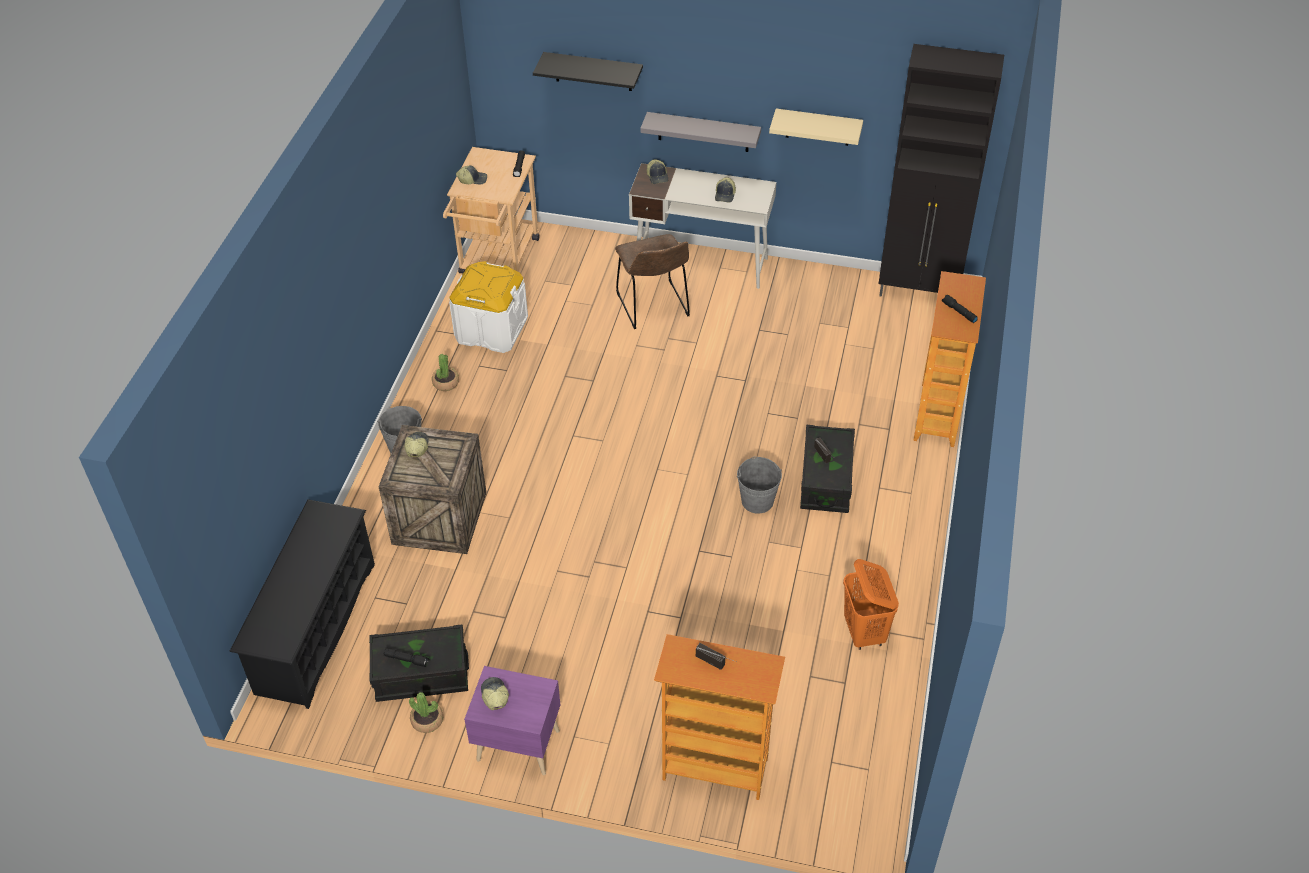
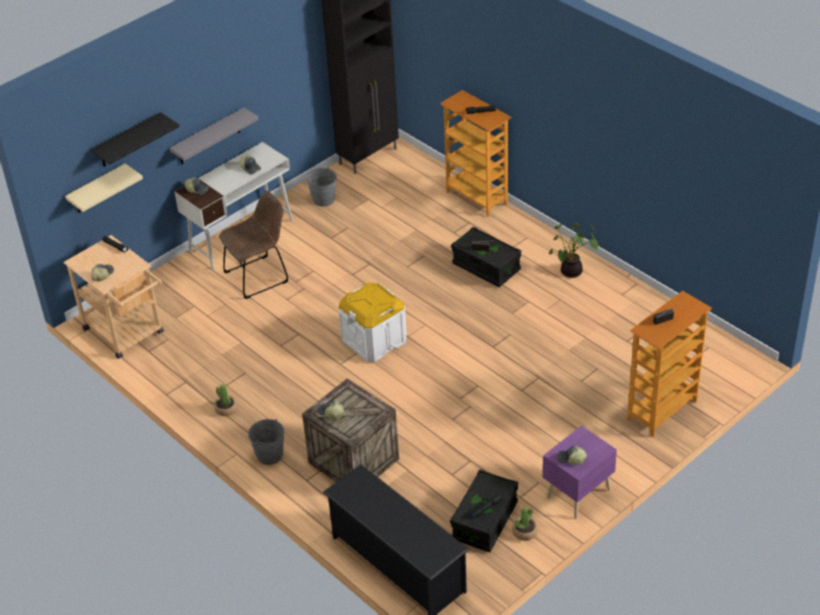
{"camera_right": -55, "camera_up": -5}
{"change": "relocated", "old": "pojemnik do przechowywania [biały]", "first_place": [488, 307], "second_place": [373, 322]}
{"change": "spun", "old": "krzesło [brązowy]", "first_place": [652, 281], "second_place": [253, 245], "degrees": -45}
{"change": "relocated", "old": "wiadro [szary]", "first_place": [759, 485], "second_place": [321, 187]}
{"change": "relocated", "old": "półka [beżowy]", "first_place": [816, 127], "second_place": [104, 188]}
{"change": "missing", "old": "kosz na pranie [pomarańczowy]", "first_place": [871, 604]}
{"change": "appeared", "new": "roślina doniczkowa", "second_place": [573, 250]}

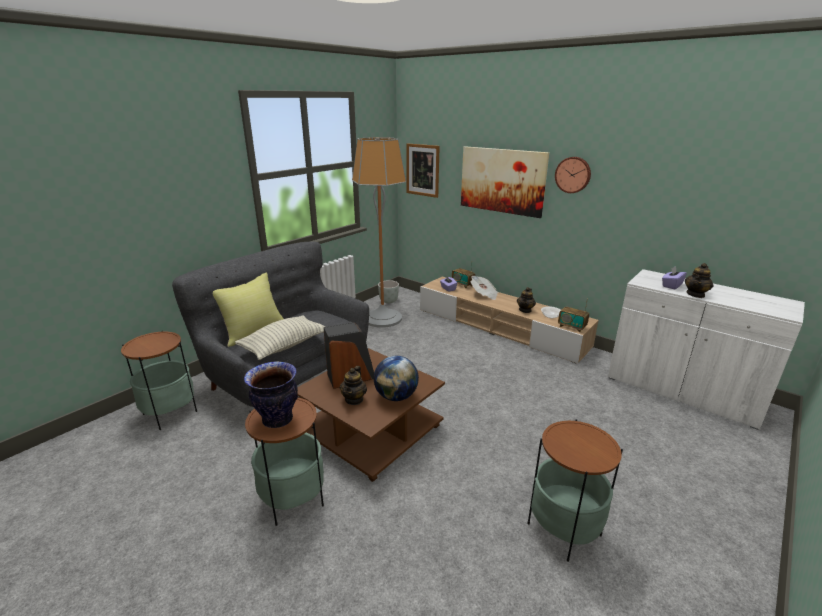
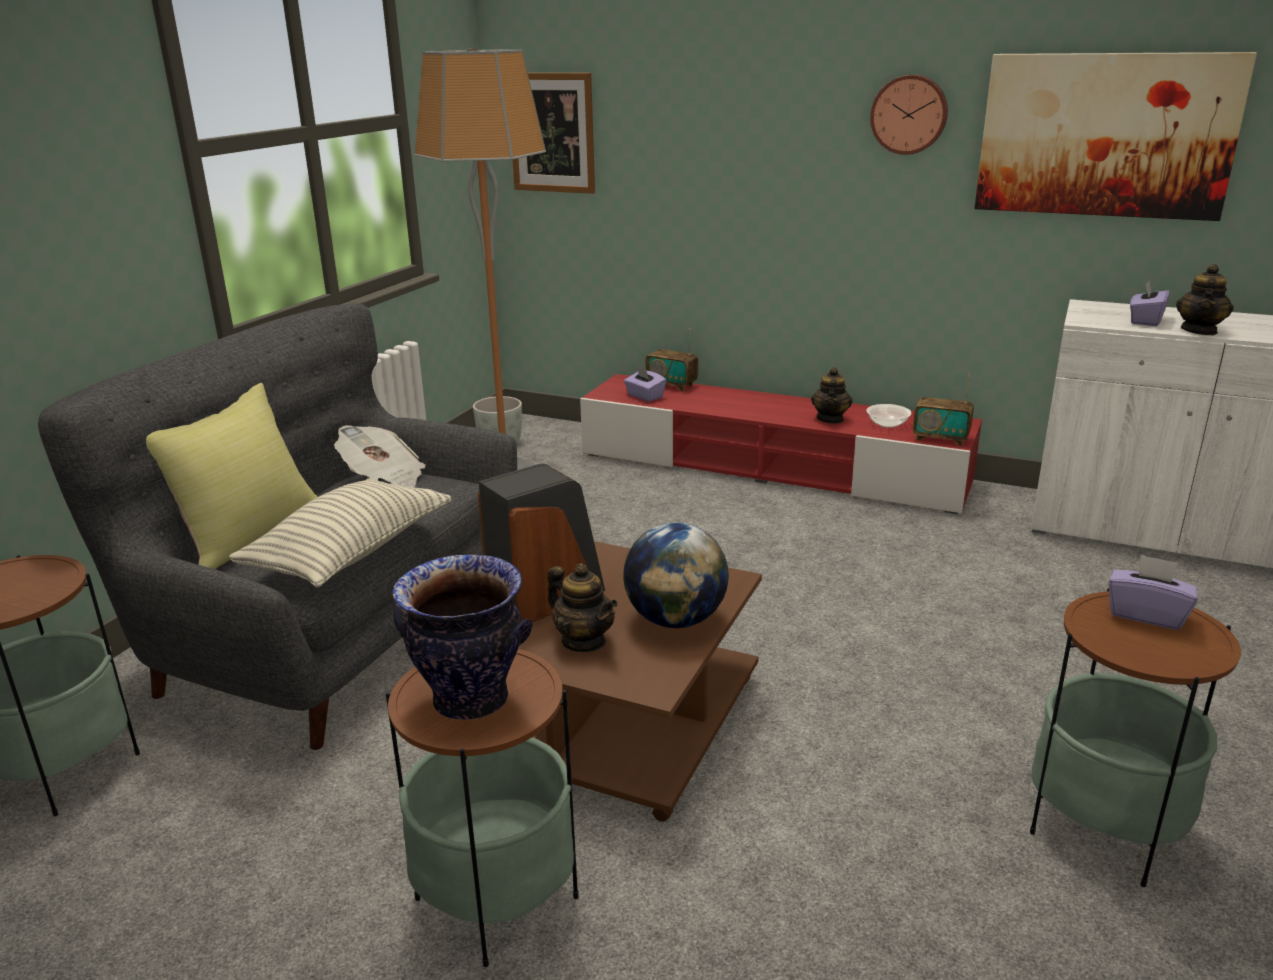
{"camera_right": -15, "camera_up": 0}
{"change": "spun", "old": "imbryk", "first_place": [353, 385], "second_place": [582, 607], "degrees": -45}
{"change": "colour", "old": "szafka pod telewizor [beżowy]", "new": "szafka pod telewizor [czerwony]", "first_place": [509, 320], "second_place": [781, 444]}
{"change": "relocated", "old": "obraz", "first_place": [505, 182], "second_place": [1115, 136]}
{"change": "relocated", "old": "gazeta", "first_place": [485, 288], "second_place": [380, 456]}
{"change": "appeared", "new": "pudełko chusteczek [fioletowy]", "second_place": [1152, 592]}

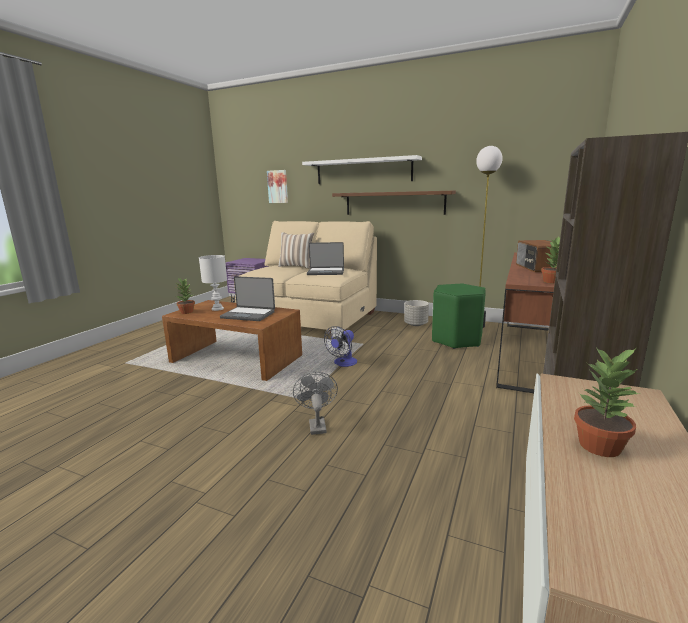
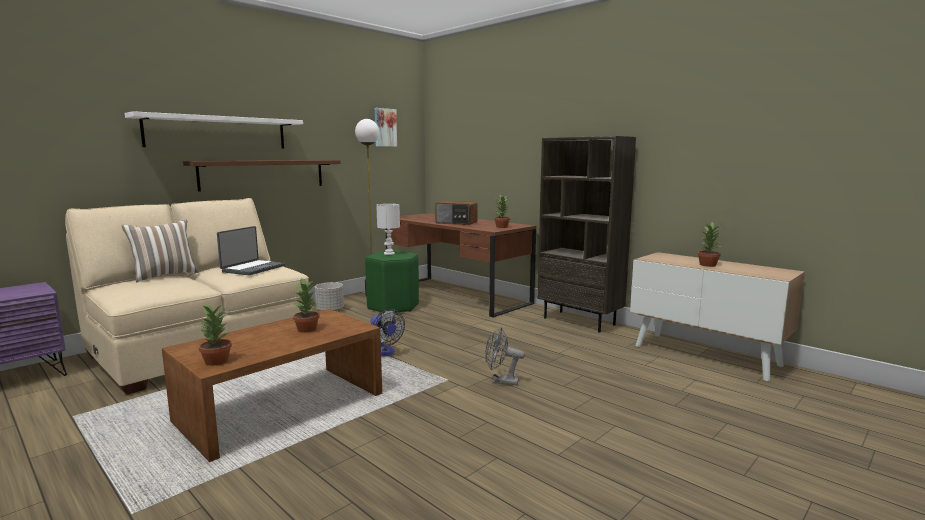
{"camera_right": -70, "camera_up": -5}
{"change": "relocated", "old": "lampa stołowa [biały]", "first_place": [213, 283], "second_place": [388, 229]}
{"change": "exchanged", "old": "laptop", "new": "roślina doniczkowa", "first_place": [247, 298], "second_place": [306, 305]}
{"change": "relocated", "old": "obraz", "first_place": [277, 186], "second_place": [386, 127]}

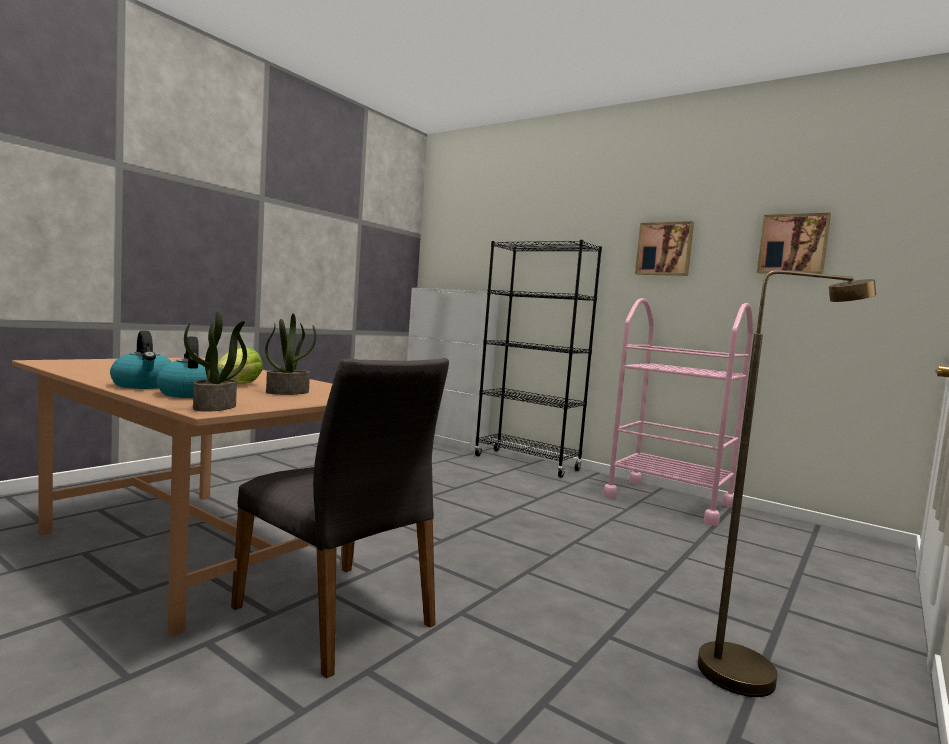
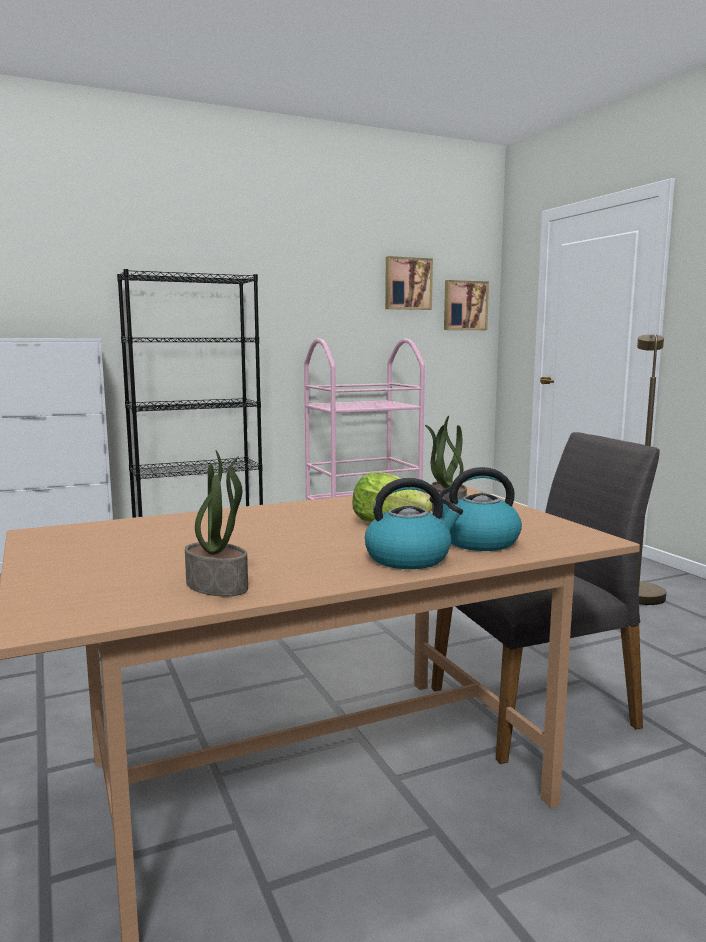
{"camera_right": -60, "camera_up": 5}
{"change": "relocated", "old": "roślina doniczkowa", "first_place": [215, 361], "second_place": [216, 523]}
{"change": "relocated", "old": "obraz", "first_place": [664, 248], "second_place": [466, 305]}

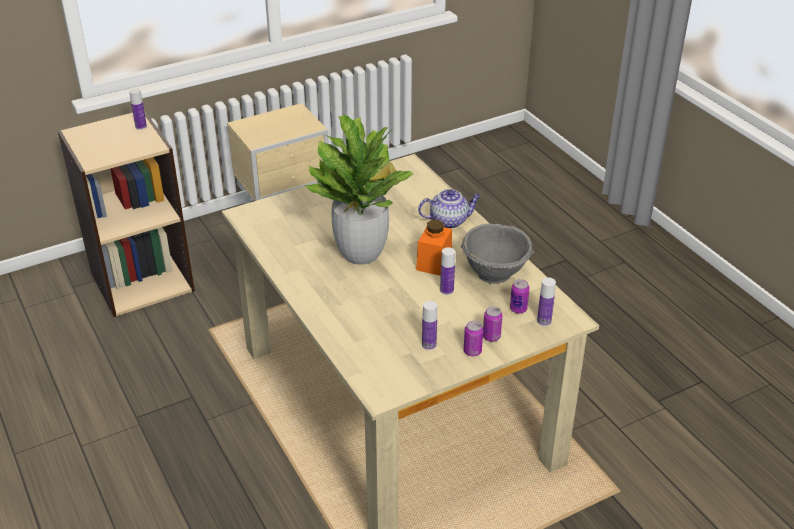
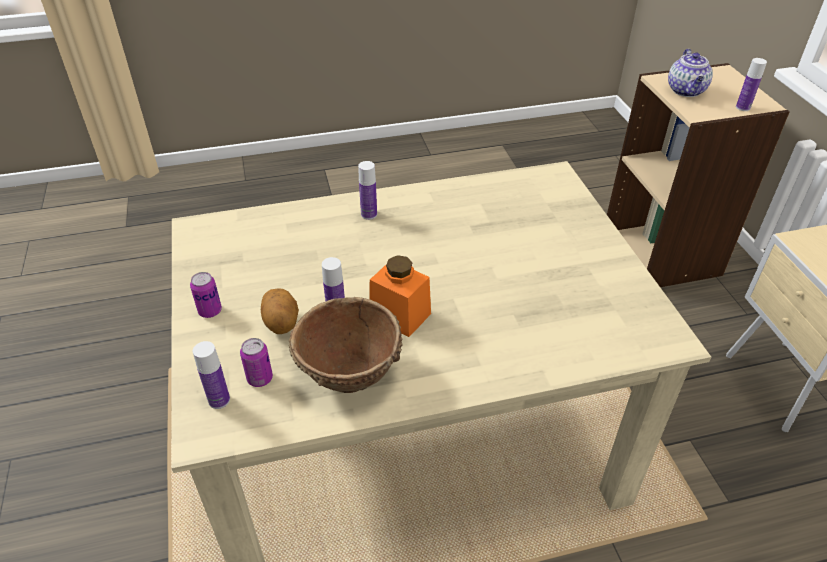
{"camera_right": 105, "camera_up": 5}
{"change": "missing", "old": "roślina doniczkowa", "first_place": [358, 190]}
{"change": "relocated", "old": "imbryk", "first_place": [449, 209], "second_place": [690, 73]}
{"change": "relocated", "old": "butelka", "first_place": [429, 325], "second_place": [367, 190]}
{"change": "colour", "old": "miska [szary]", "new": "miska [brązowy]", "first_place": [497, 254], "second_place": [346, 345]}
{"change": "missing", "old": "puszka", "first_place": [492, 324]}
{"change": "appeared", "new": "ziemniak", "second_place": [280, 311]}

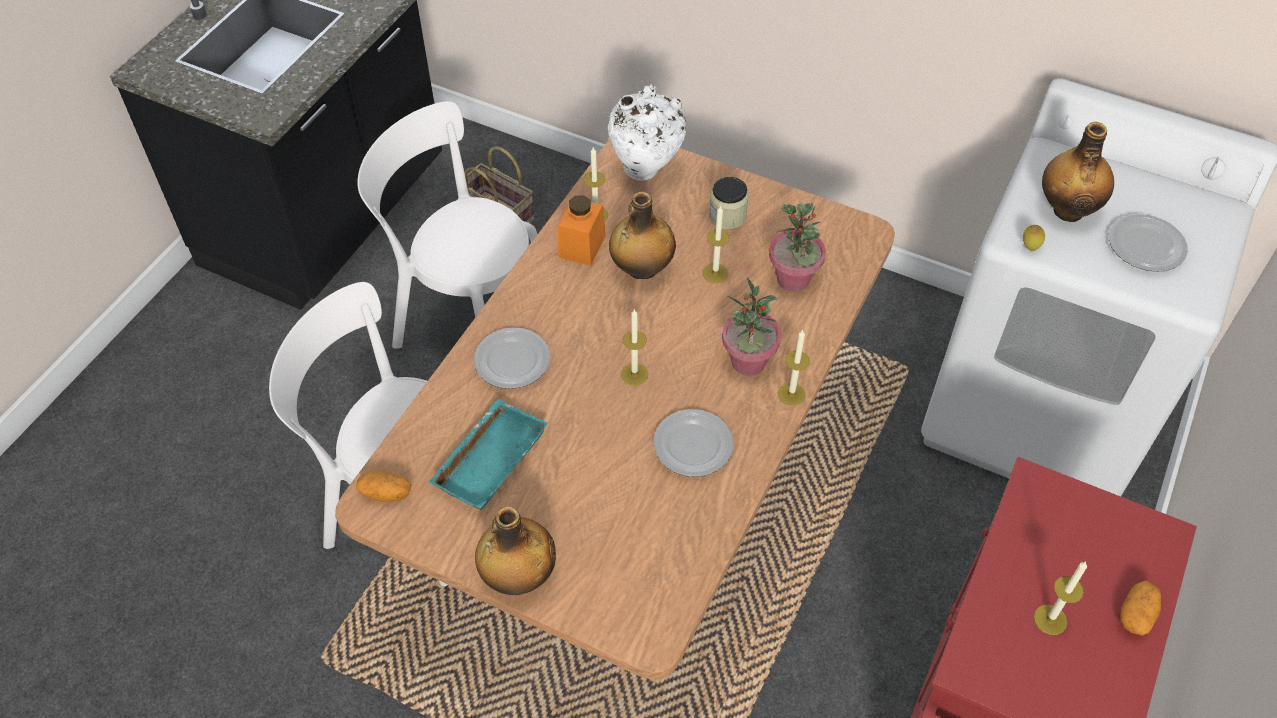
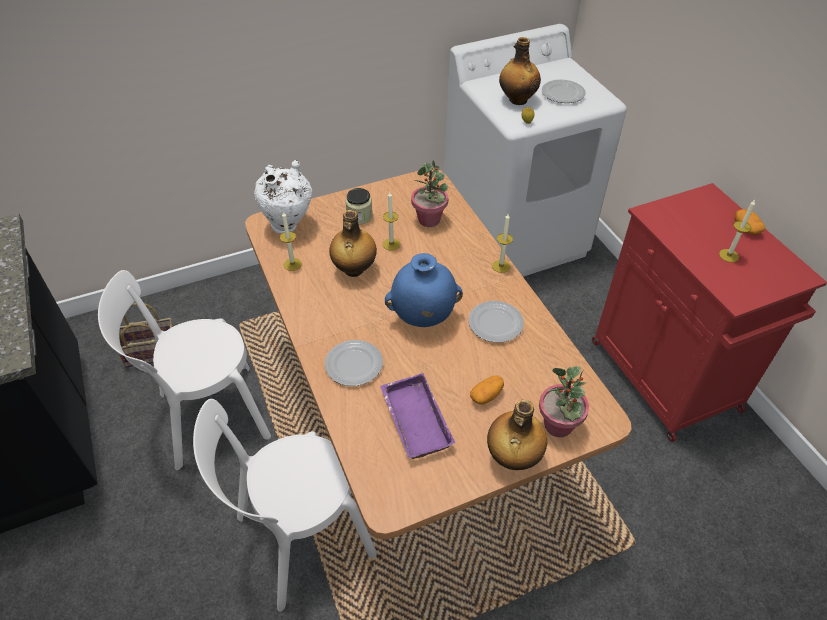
{"camera_right": -50, "camera_up": -5}
{"change": "relocated", "old": "ziemniak", "first_place": [384, 487], "second_place": [487, 390]}
{"change": "colour", "old": "taca [turkusowy]", "new": "taca [fioletowy]", "first_place": [488, 454], "second_place": [417, 416]}
{"change": "missing", "old": "słoik [pomarańczowy]", "first_place": [582, 230]}
{"change": "exchanged", "old": "świeca", "new": "wazon [niebieski]", "first_place": [634, 347], "second_place": [424, 290]}
{"change": "relocated", "old": "roślina doniczkowa", "first_place": [752, 326], "second_place": [564, 401]}

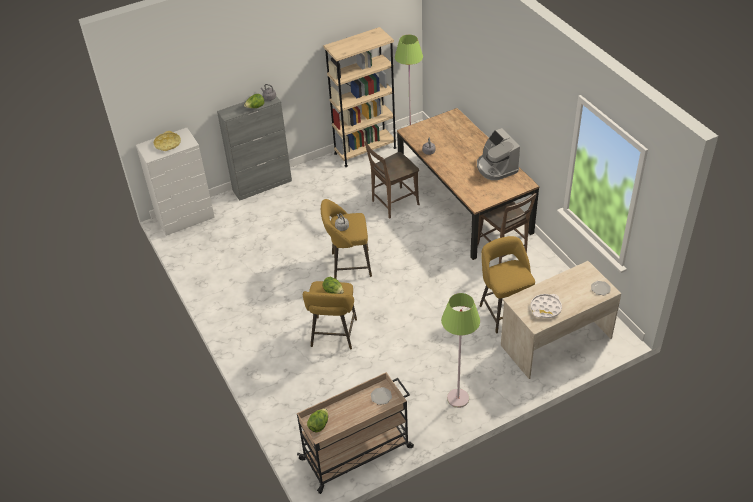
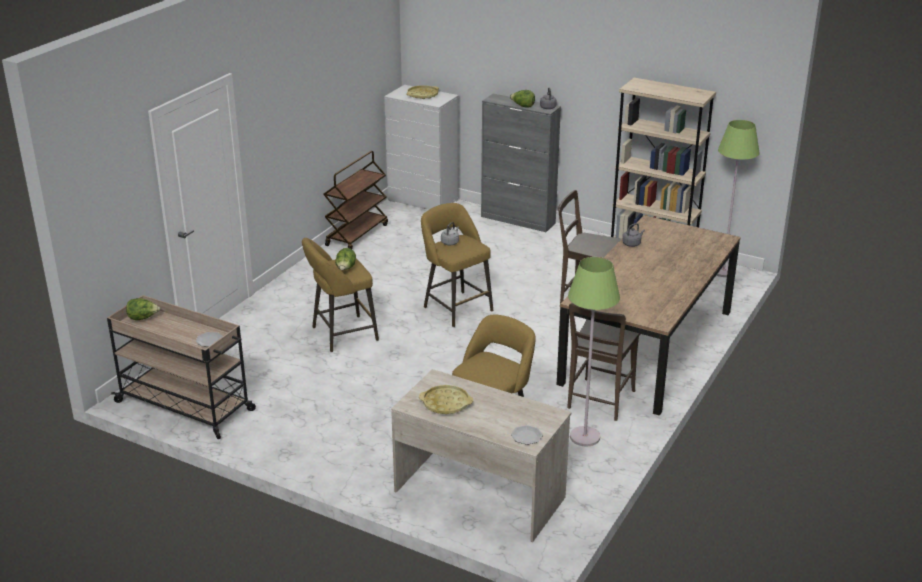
{"camera_right": 55, "camera_up": -15}
{"change": "relocated", "old": "lampa stojąca [zielony]", "first_place": [460, 350], "second_place": [594, 351]}
{"change": "missing", "old": "ekspres do kawy", "first_place": [498, 154]}
{"change": "colour", "old": "taca [biały]", "new": "taca [żółty]", "first_place": [546, 306], "second_place": [446, 399]}
{"change": "appeared", "new": "wózek [brązowy]", "second_place": [355, 200]}

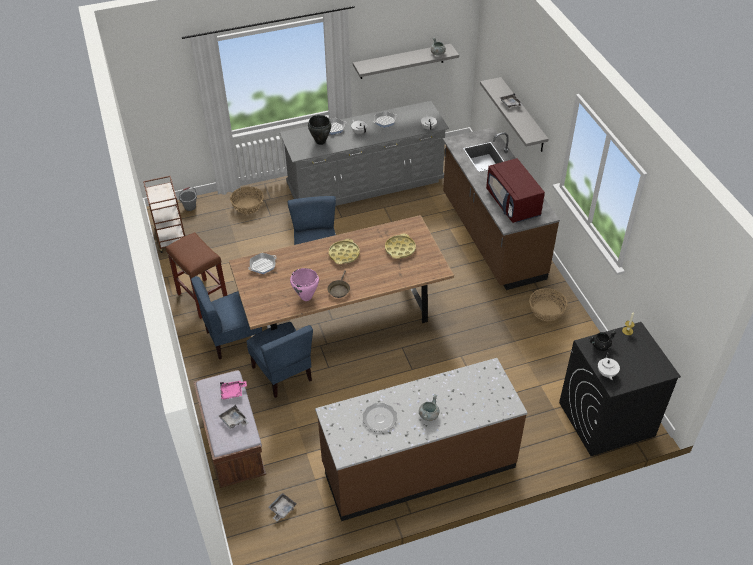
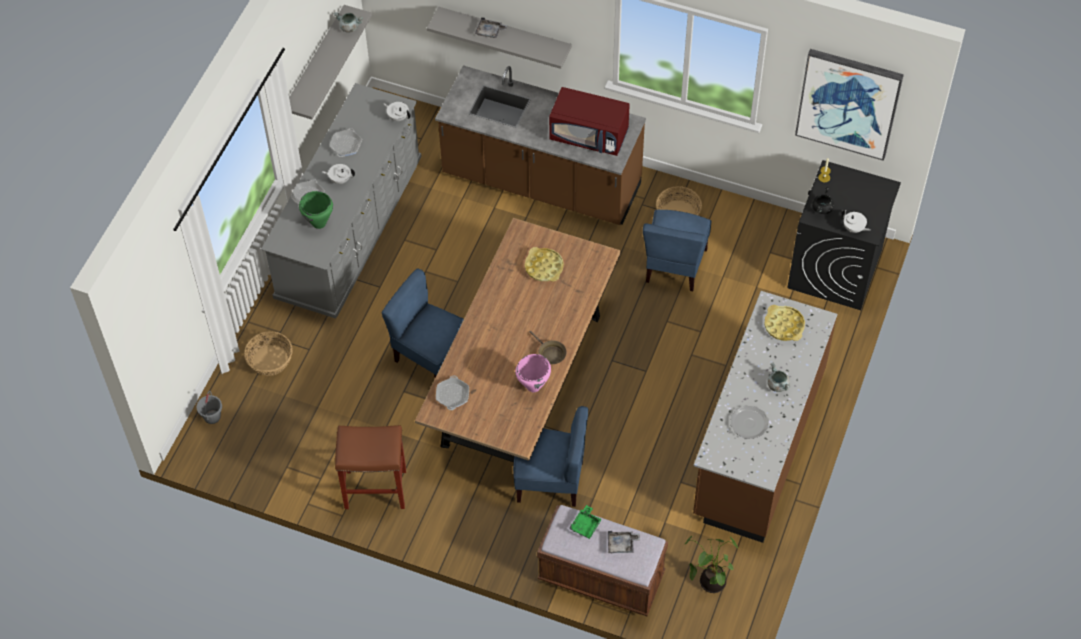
{"camera_right": -50, "camera_up": 10}
{"change": "missing", "old": "wózek [brązowy]", "first_place": [164, 214]}
{"change": "relocated", "old": "krzesło [niebieski]", "first_place": [226, 317], "second_place": [677, 250]}
{"change": "colour", "old": "taca [różowy]", "new": "taca [zielony]", "first_place": [233, 390], "second_place": [585, 522]}
{"change": "exchanged", "old": "taca [szary]", "new": "roślina doniczkowa", "first_place": [282, 507], "second_place": [712, 564]}
{"change": "colour", "old": "garnek [czarny]", "new": "garnek [zielony]", "first_place": [319, 130], "second_place": [316, 210]}
{"change": "relocated", "old": "taca [żółty]", "first_place": [344, 251], "second_place": [784, 323]}
{"change": "appeared", "new": "obraz", "second_place": [849, 105]}

